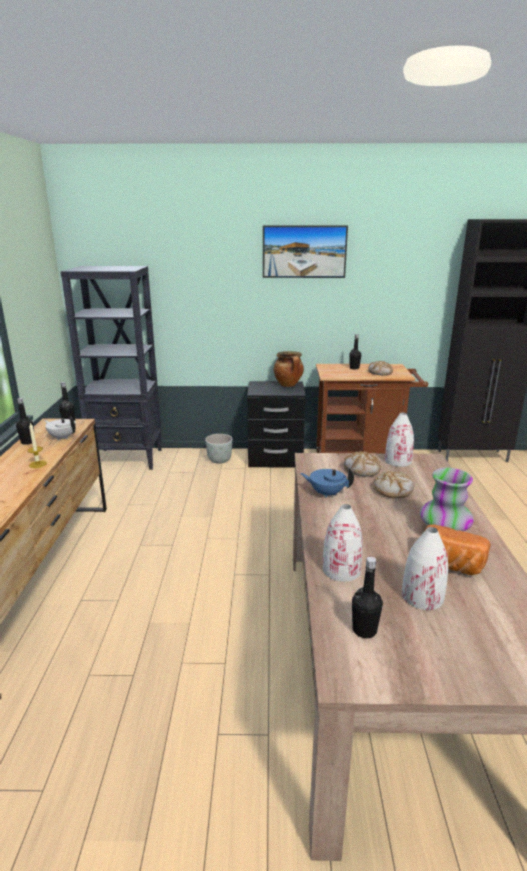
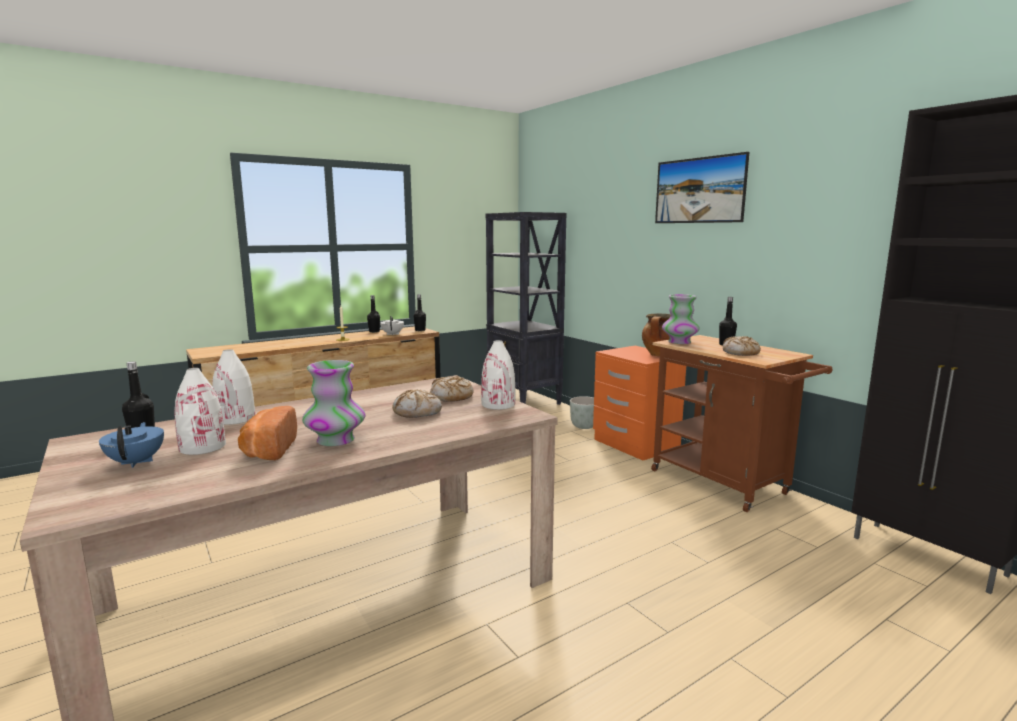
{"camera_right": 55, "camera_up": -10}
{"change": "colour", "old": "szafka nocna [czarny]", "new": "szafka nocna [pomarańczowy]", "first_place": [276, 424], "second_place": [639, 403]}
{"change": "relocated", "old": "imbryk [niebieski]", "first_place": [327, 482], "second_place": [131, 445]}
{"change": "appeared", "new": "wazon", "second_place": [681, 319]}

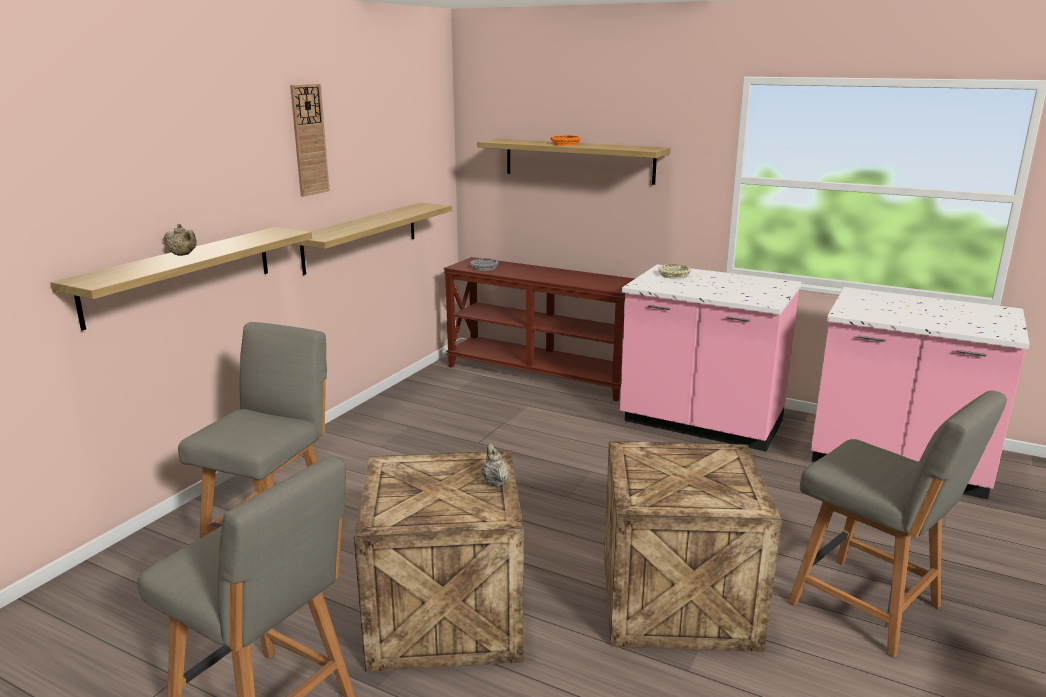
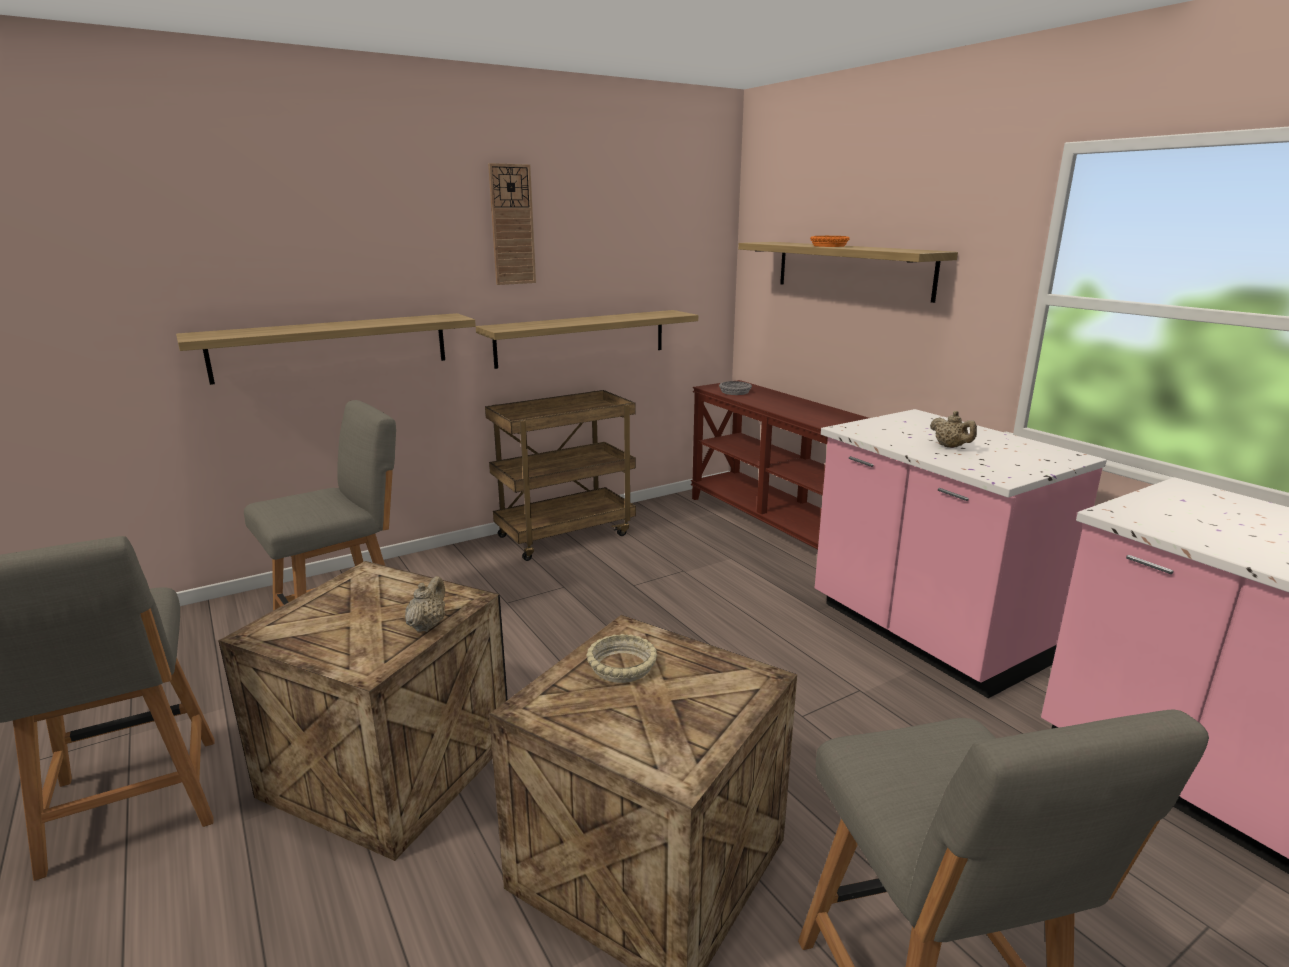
{"camera_right": 30, "camera_up": 0}
{"change": "relocated", "old": "imbryk [beżowy]", "first_place": [180, 240], "second_place": [953, 429]}
{"change": "relocated", "old": "miska [beżowy]", "first_place": [674, 271], "second_place": [622, 658]}
{"change": "appeared", "new": "wózek [brązowy]", "second_place": [560, 475]}

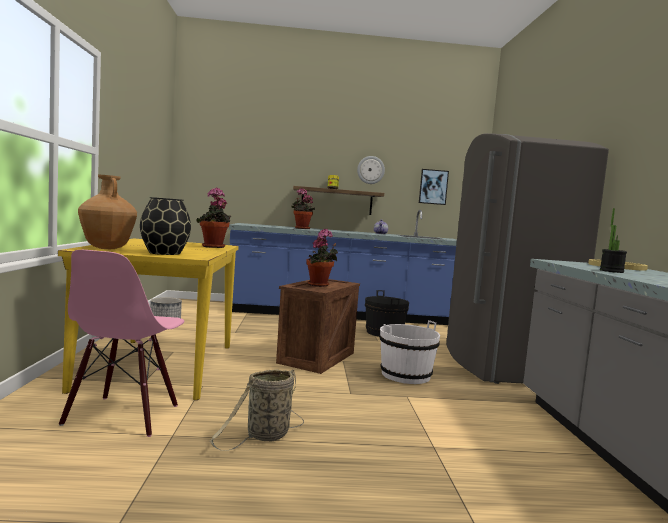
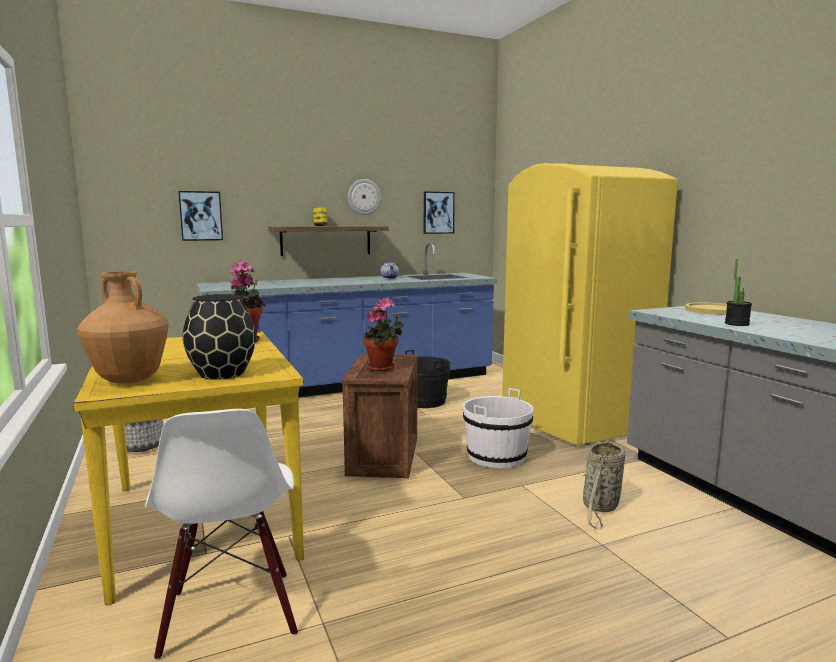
{"camera_right": -20, "camera_up": 5}
{"change": "colour", "old": "krzesło [różowy]", "new": "krzesło [biały]", "first_place": [121, 343], "second_place": [221, 534]}
{"change": "relocated", "old": "koszyk", "first_place": [257, 410], "second_place": [603, 485]}
{"change": "missing", "old": "roślina doniczkowa", "first_place": [303, 208]}
{"change": "colour", "old": "lodówka [szary]", "new": "lodówka [żółty]", "first_place": [527, 258], "second_place": [590, 304]}
{"change": "appeared", "new": "obraz", "second_place": [200, 216]}

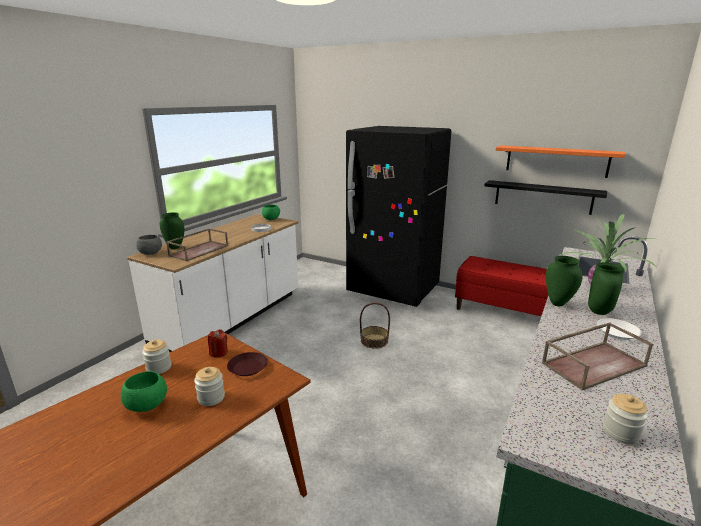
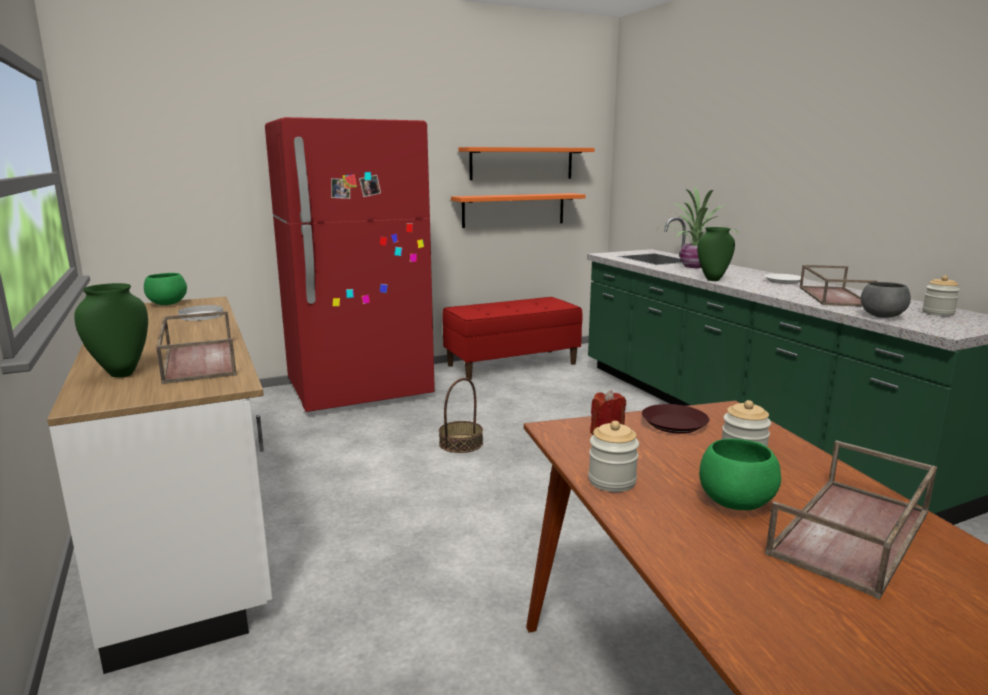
{"camera_right": -55, "camera_up": -5}
{"change": "relocated", "old": "miska [szary]", "first_place": [149, 245], "second_place": [886, 300]}
{"change": "colour", "old": "lodówka [czarny]", "new": "lodówka [czerwony]", "first_place": [398, 216], "second_place": [350, 264]}
{"change": "colour", "old": "półka [czarny]", "new": "półka [pomarańczowy]", "first_place": [545, 197], "second_place": [518, 210]}
{"change": "missing", "old": "wazon [zielony]", "first_place": [606, 288]}
{"change": "appeared", "new": "taca [brązowy]", "second_place": [851, 520]}

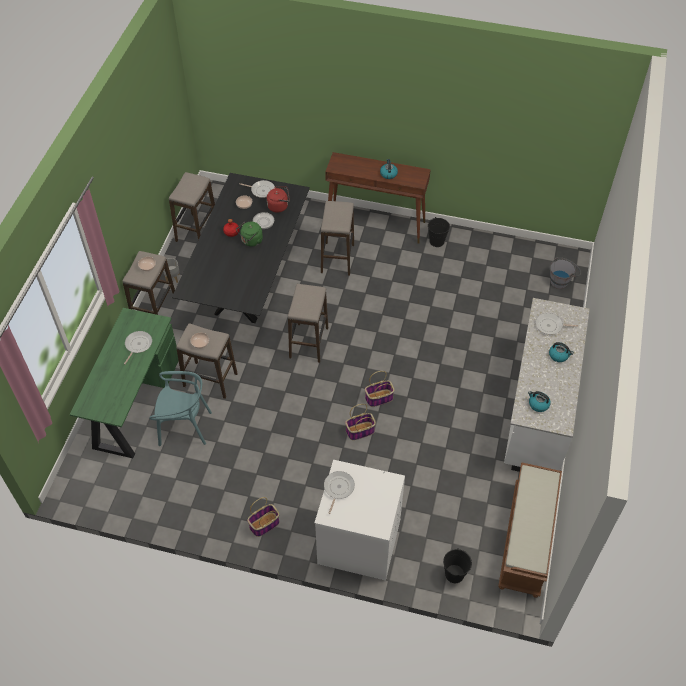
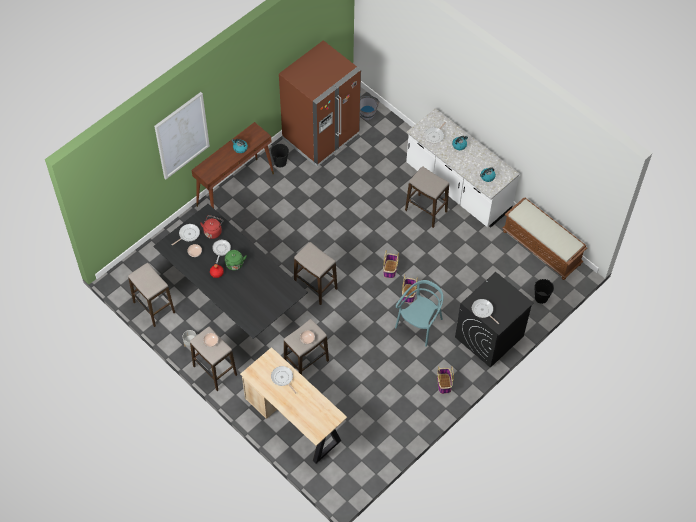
{"camera_right": -60, "camera_up": 5}
{"change": "colour", "old": "biurko [zielony]", "new": "biurko [beżowy]", "first_place": [124, 383], "second_place": [293, 405]}
{"change": "relocated", "old": "krzesło [turkusowy]", "first_place": [180, 408], "second_place": [419, 313]}
{"change": "colour", "old": "pralka [biały]", "new": "pralka [czarny]", "first_place": [360, 520], "second_place": [494, 320]}
{"change": "relocated", "old": "stołek", "first_place": [337, 238], "second_place": [427, 197]}
{"change": "appeared", "new": "obraz", "second_place": [182, 135]}
{"change": "appeared", "new": "lodówka [brązowy]", "second_place": [320, 103]}

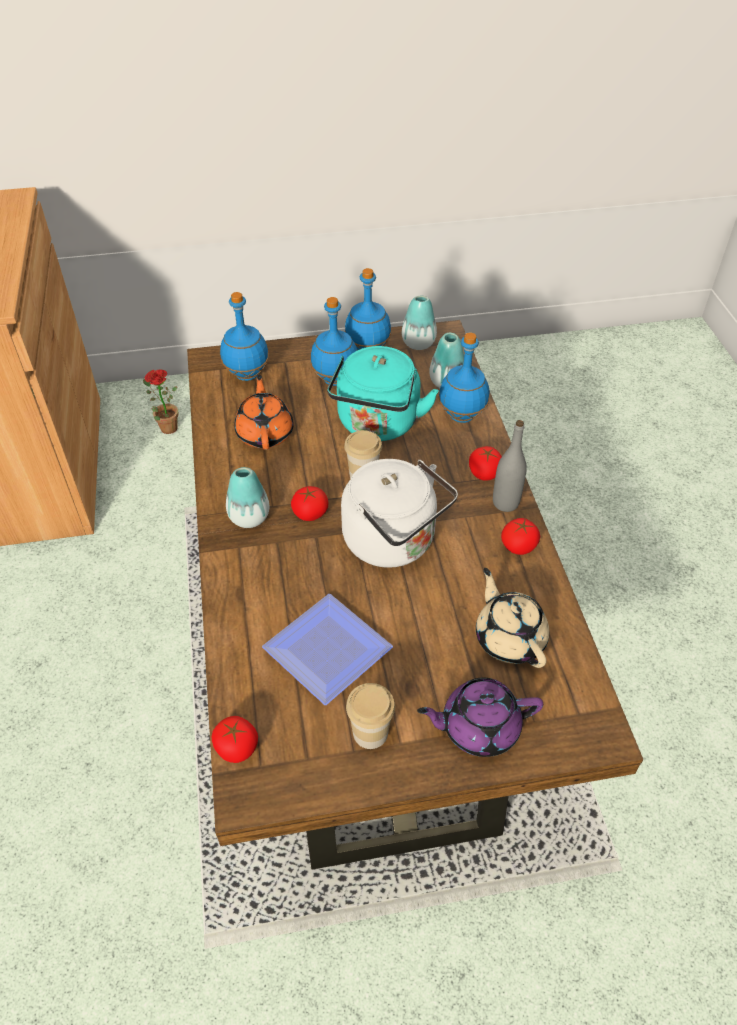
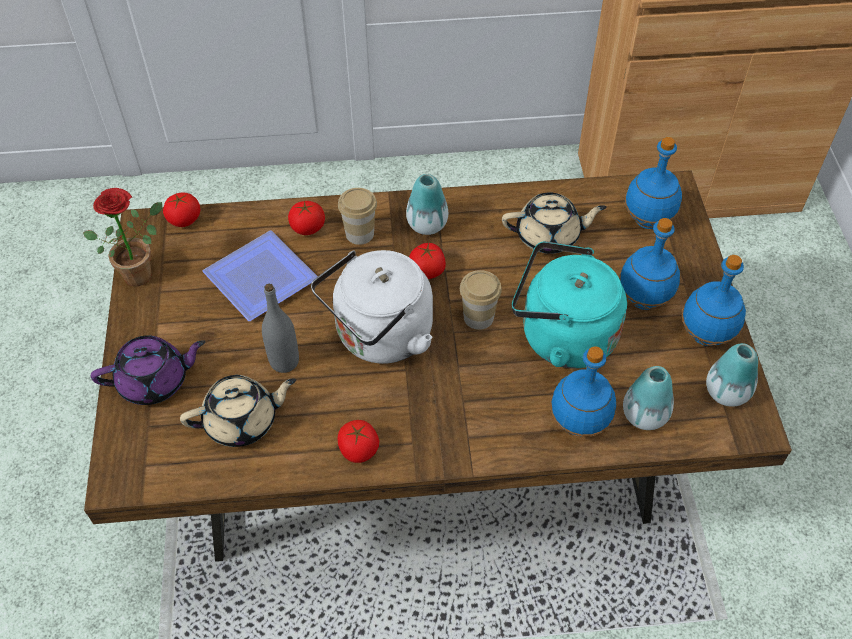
{"camera_right": 95, "camera_up": 5}
{"change": "relocated", "old": "roślina doniczkowa", "first_place": [160, 401], "second_place": [122, 237]}
{"change": "colour", "old": "imbryk [pomarańczowy]", "new": "imbryk [beżowy]", "first_place": [264, 412], "second_place": [554, 223]}
{"change": "relocated", "old": "filiżanka", "first_place": [370, 716], "second_place": [357, 216]}
{"change": "spun", "old": "imbryk [fioletowy]", "first_place": [480, 717], "second_place": [148, 370], "degrees": 75}
{"change": "relocated", "old": "pomidor", "first_place": [485, 463], "second_place": [306, 218]}
{"change": "relocated", "old": "butelka [szary]", "first_place": [510, 466], "second_place": [280, 328]}

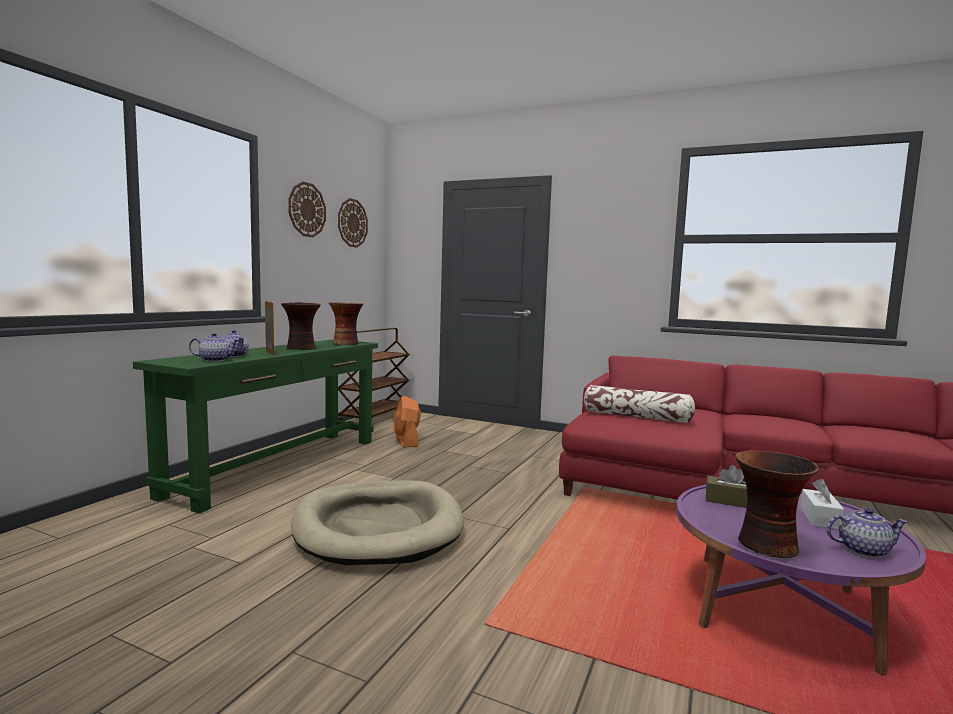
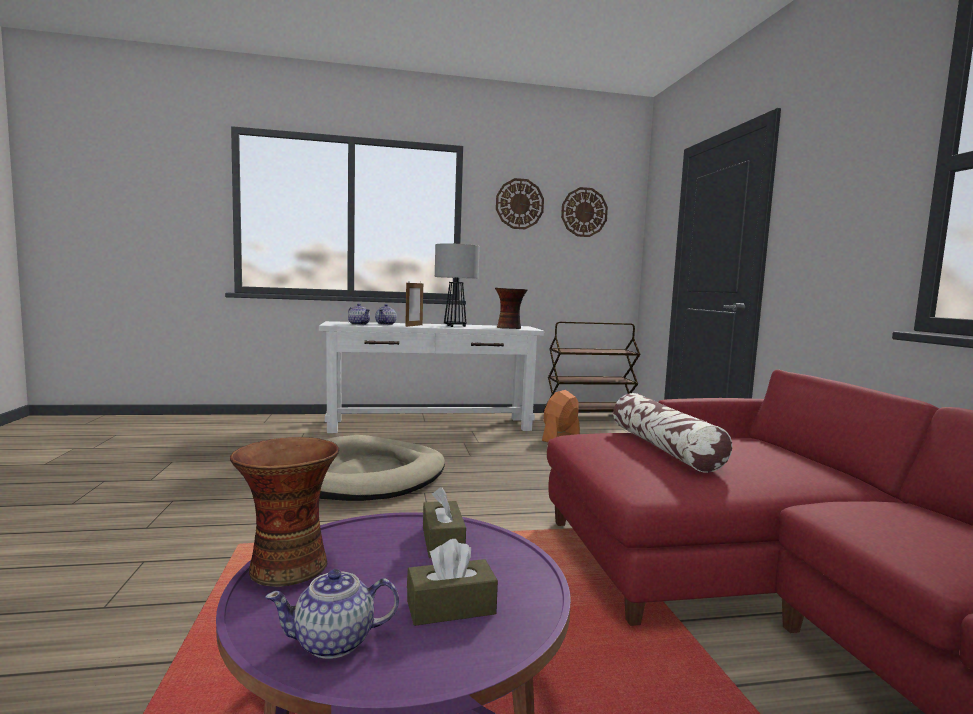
{"camera_right": 55, "camera_up": 0}
{"change": "colour", "old": "stolik konsolowy [zielony]", "new": "stolik konsolowy [biały]", "first_place": [255, 426], "second_place": [431, 377]}
{"change": "exchanged", "old": "wazon", "new": "lampa stołowa", "first_place": [301, 326], "second_place": [457, 285]}
{"change": "colour", "old": "pudełko chusteczek [biały]", "new": "pudełko chusteczek [brązowy]", "first_place": [823, 503], "second_place": [452, 582]}
{"change": "spun", "old": "imbryk", "first_place": [867, 533], "second_place": [332, 614], "degrees": 105}

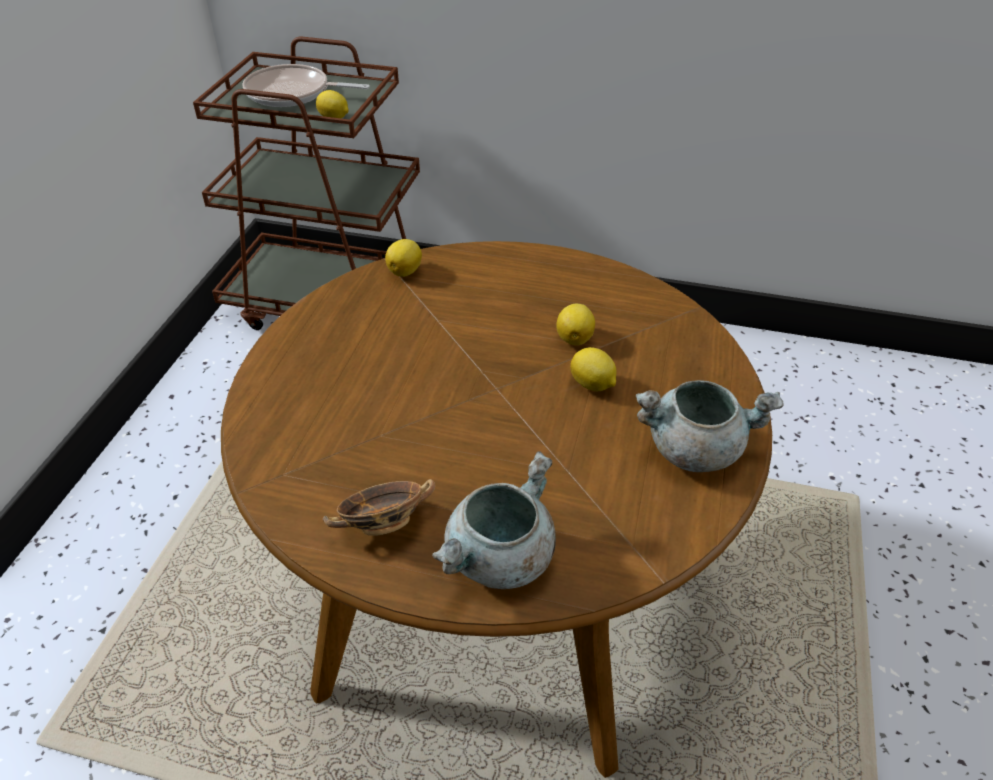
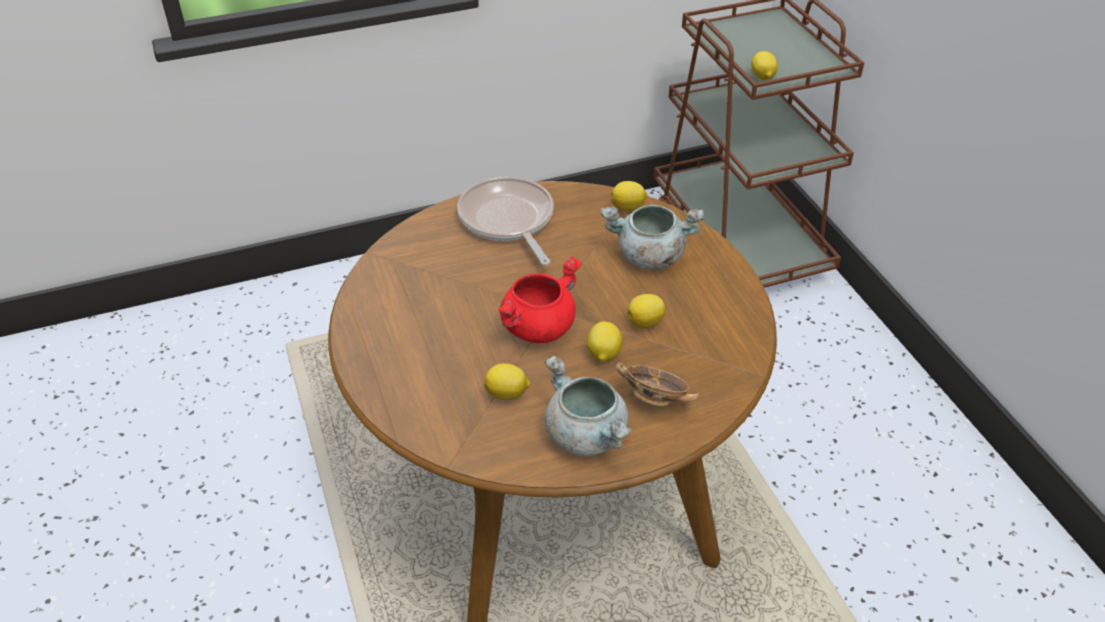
{"camera_right": 55, "camera_up": 0}
{"change": "relocated", "old": "patelnia", "first_place": [306, 85], "second_place": [505, 221]}
{"change": "relocated", "old": "miska", "first_place": [379, 507], "second_place": [658, 384]}
{"change": "relocated", "old": "garnek [szary]", "first_place": [494, 520], "second_place": [652, 237]}
{"change": "appeared", "new": "cytryna", "second_place": [507, 381]}
{"change": "appeared", "new": "garnek [czerwony]", "second_place": [540, 300]}

